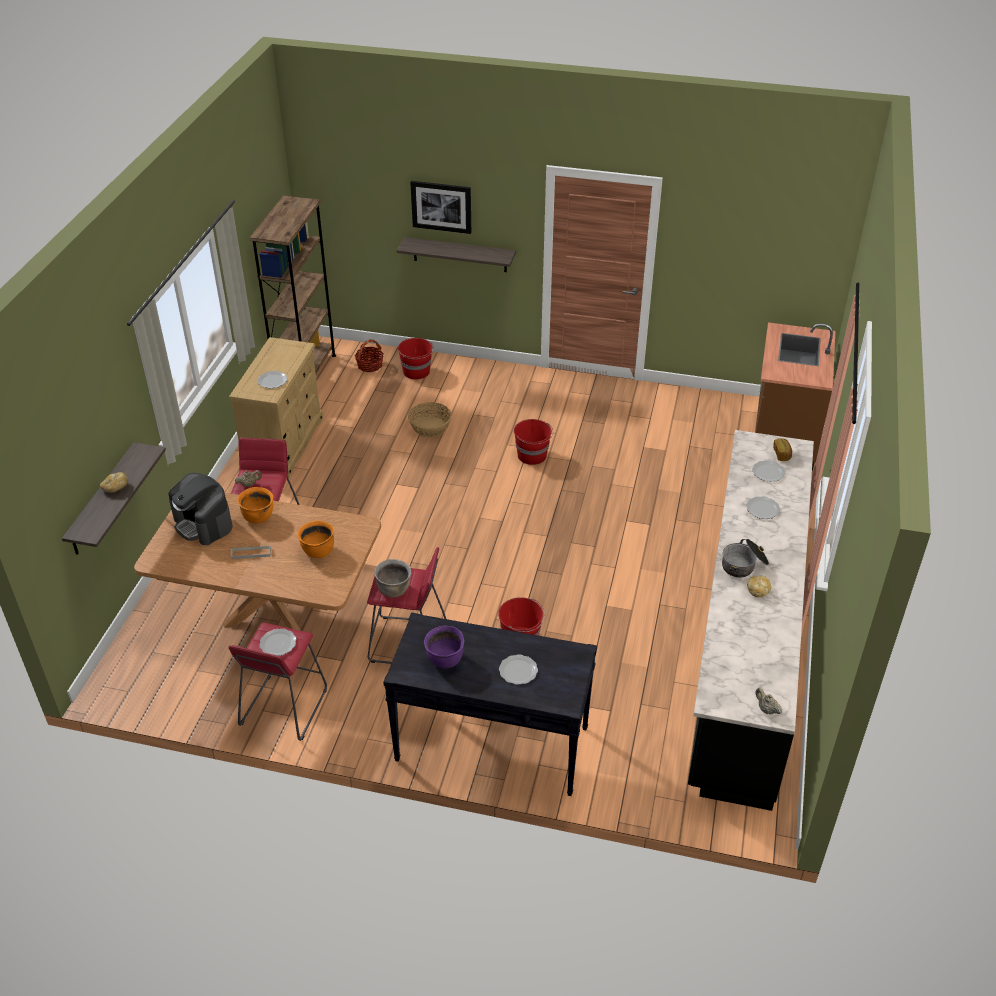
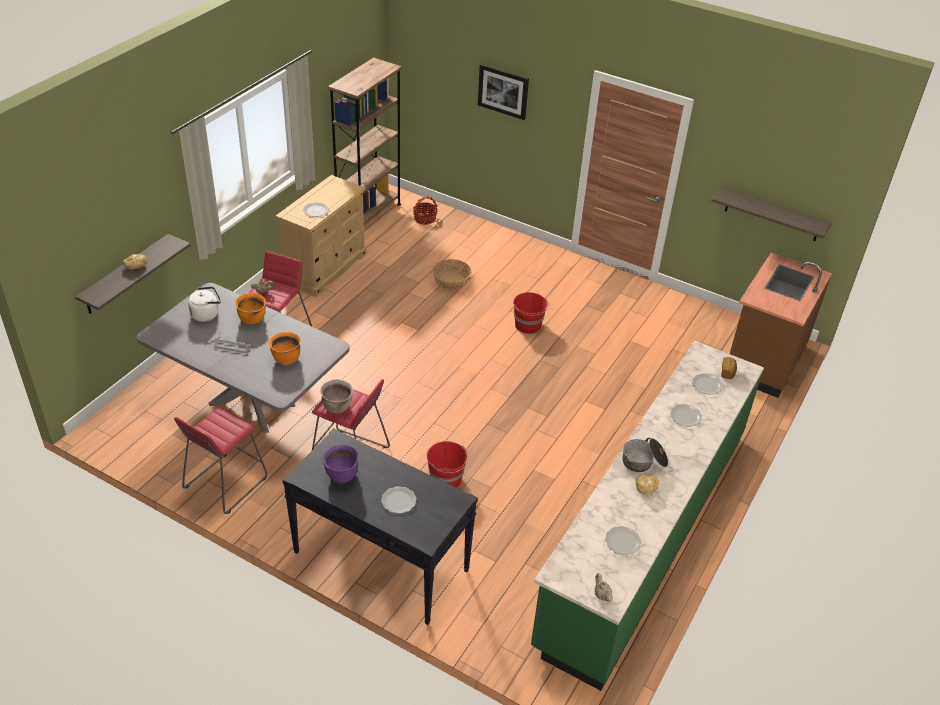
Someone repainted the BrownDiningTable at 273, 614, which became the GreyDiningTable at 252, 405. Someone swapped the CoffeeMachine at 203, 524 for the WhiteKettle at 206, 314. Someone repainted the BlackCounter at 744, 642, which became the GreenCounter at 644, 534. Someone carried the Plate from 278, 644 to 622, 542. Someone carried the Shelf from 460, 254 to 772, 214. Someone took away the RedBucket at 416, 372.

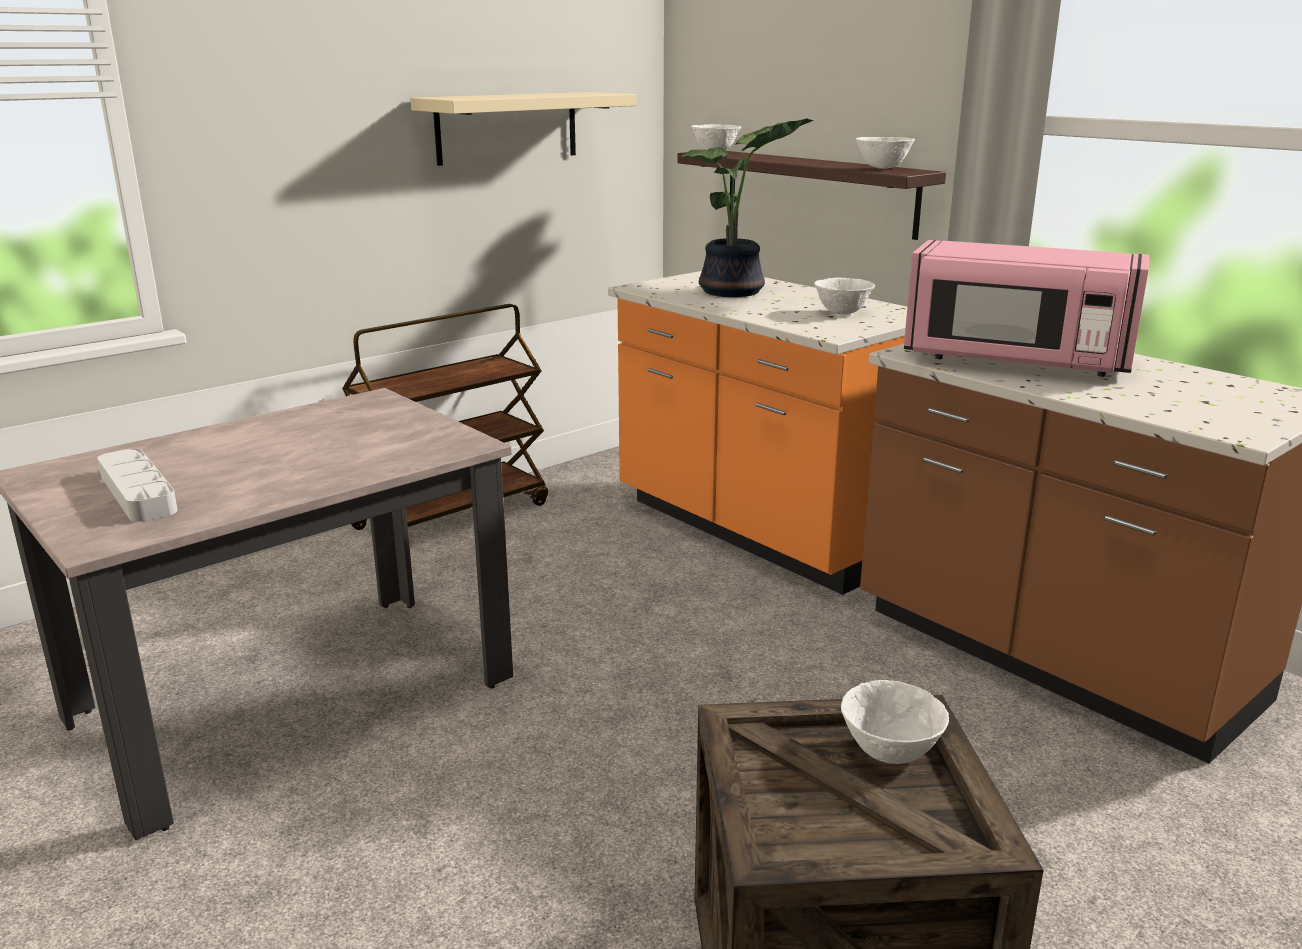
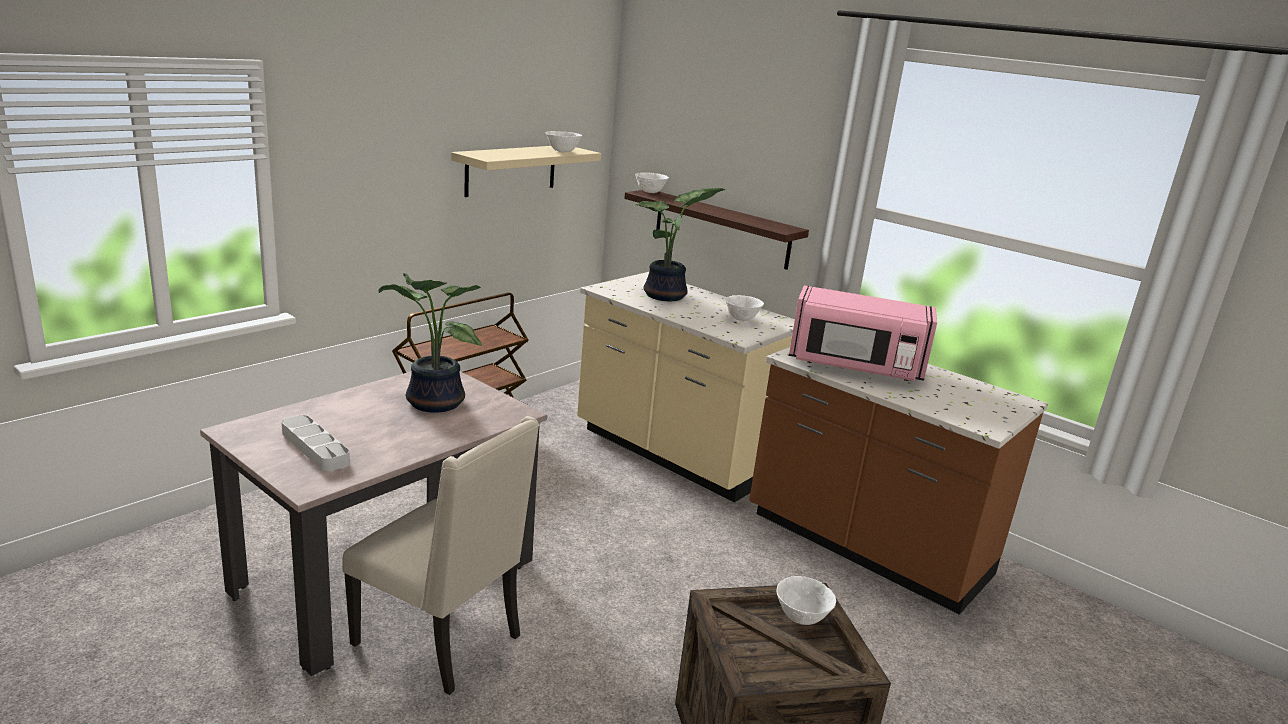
Someone put down the BeigeChair at 442, 640. Someone put down the PottedPlant at 431, 403. Someone carried the WhiteBowl from 882, 168 to 562, 152. Someone repainted the OrangeCounter at 759, 531, which became the BeigeCounter at 674, 454.

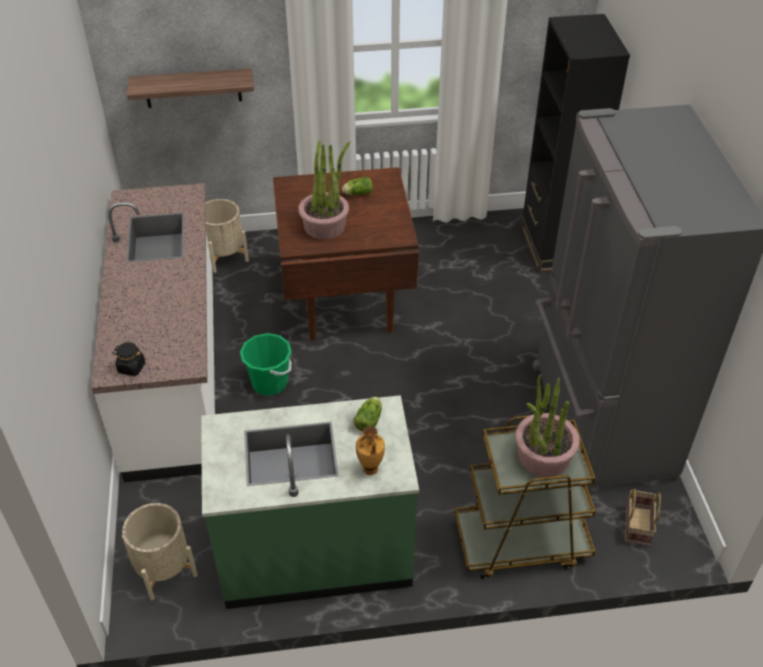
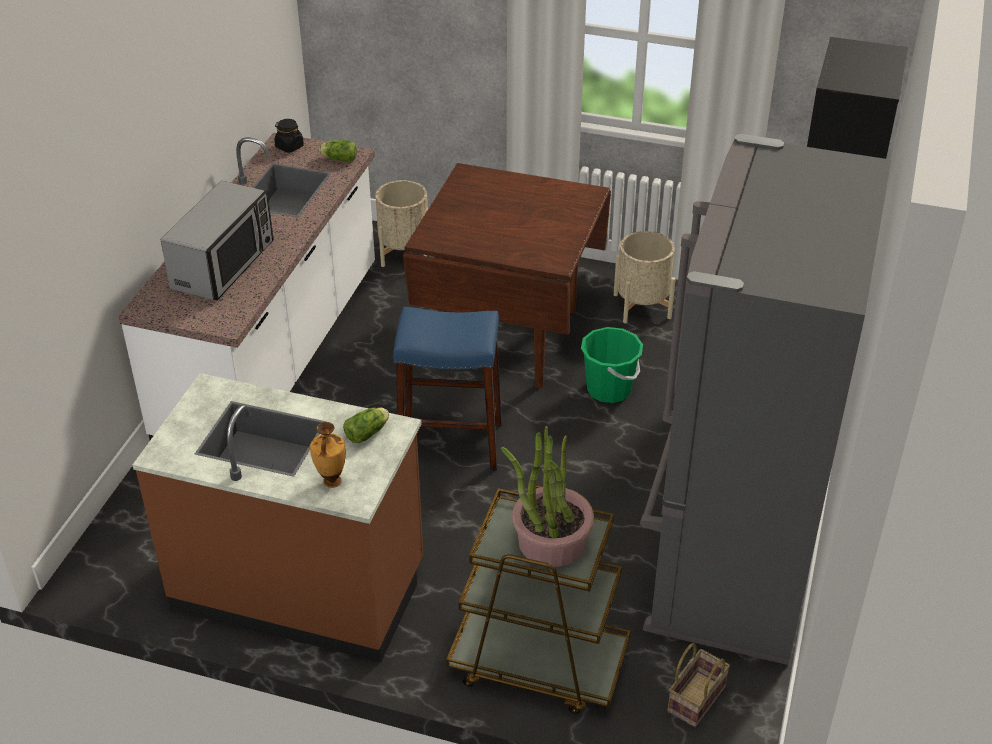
Someone repainted the GreenCounter at 315, 551, which became the BrownCounter at 300, 587. Someone put down the Microwave at 224, 265. Someone carried the BlackJar from 131, 367 to 289, 147. Someone carried the Lettuce from 357, 193 to 338, 159. Someone put down the BlueStool at 450, 443. Someone carried the GreenBucket from 269, 382 to 609, 389. Someone carried the BeigePlanter from 164, 569 to 642, 306. Someone took away the Shelf at 193, 88. Someone took away the PottedPlant at 325, 225.

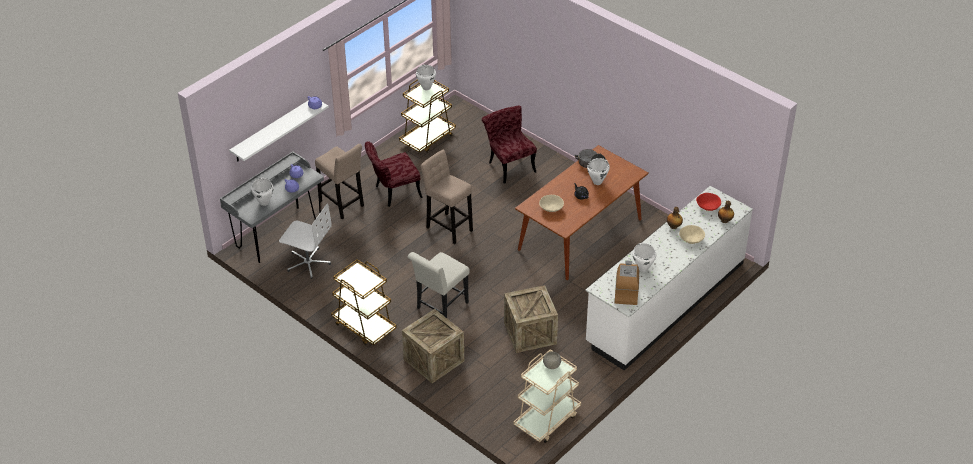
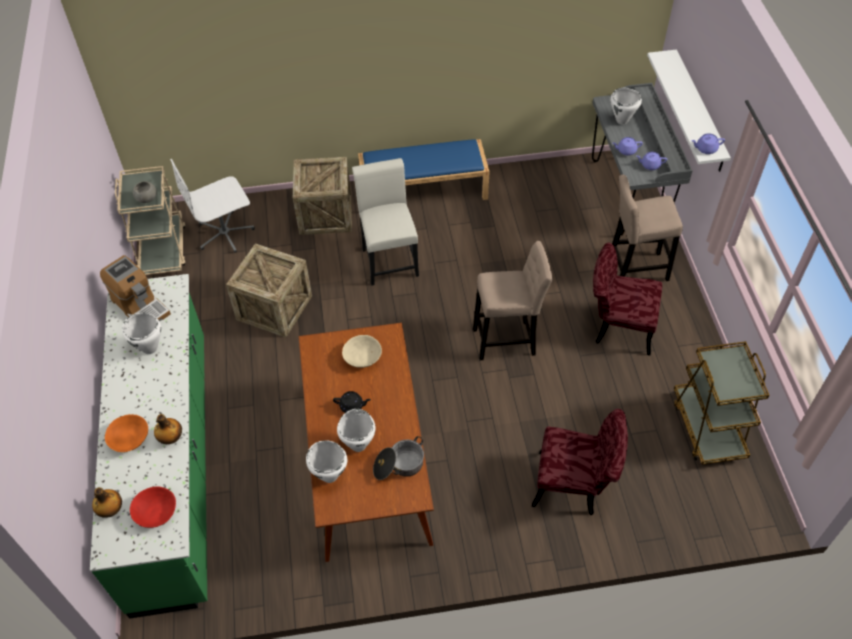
Someone repainted the WhiteCounter at 665, 303, which became the GreenCounter at 173, 466. Someone repainted the BeigeBowl at 691, 239, which became the OrangeBowl at 130, 439. Someone carried the WhiteOfficeChair from 308, 263 to 225, 233. Someone carried the WhiteCookingPot from 426, 88 to 329, 475. Someone swapped the BrownCart at 364, 326 for the BlueBench at 424, 190. Someone rotated the RedChair at 393, 193 by 90 degrees counterclockwise.

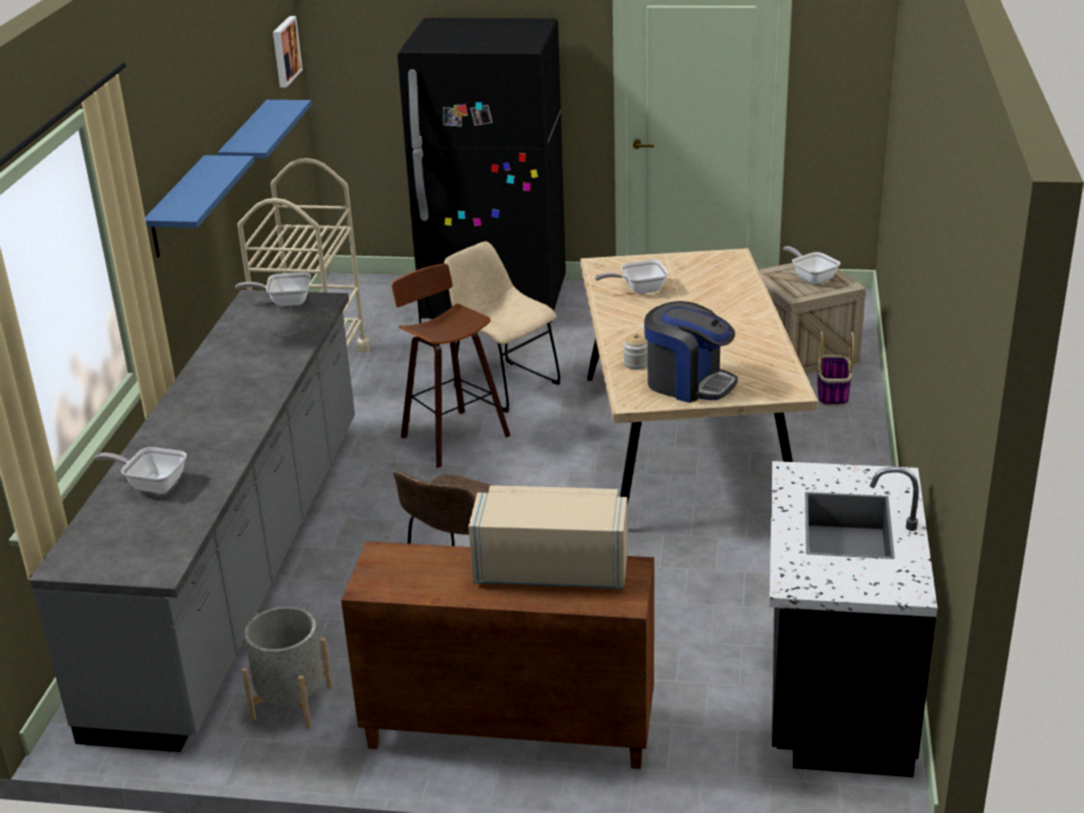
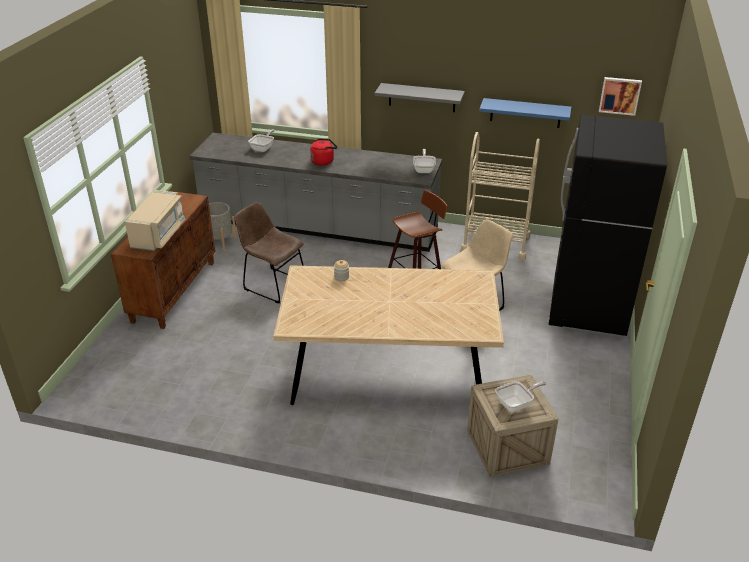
Someone put down the RedKettle at 323, 161. Someone repainted the BlueShelf at 178, 207, which became the GreyShelf at 422, 97. Someone took away the FryingPan at 638, 289. Someone took away the CoffeeMachine at 688, 383. Someone took away the BlackCounter at 834, 693. Someone took away the Basket at 833, 394.

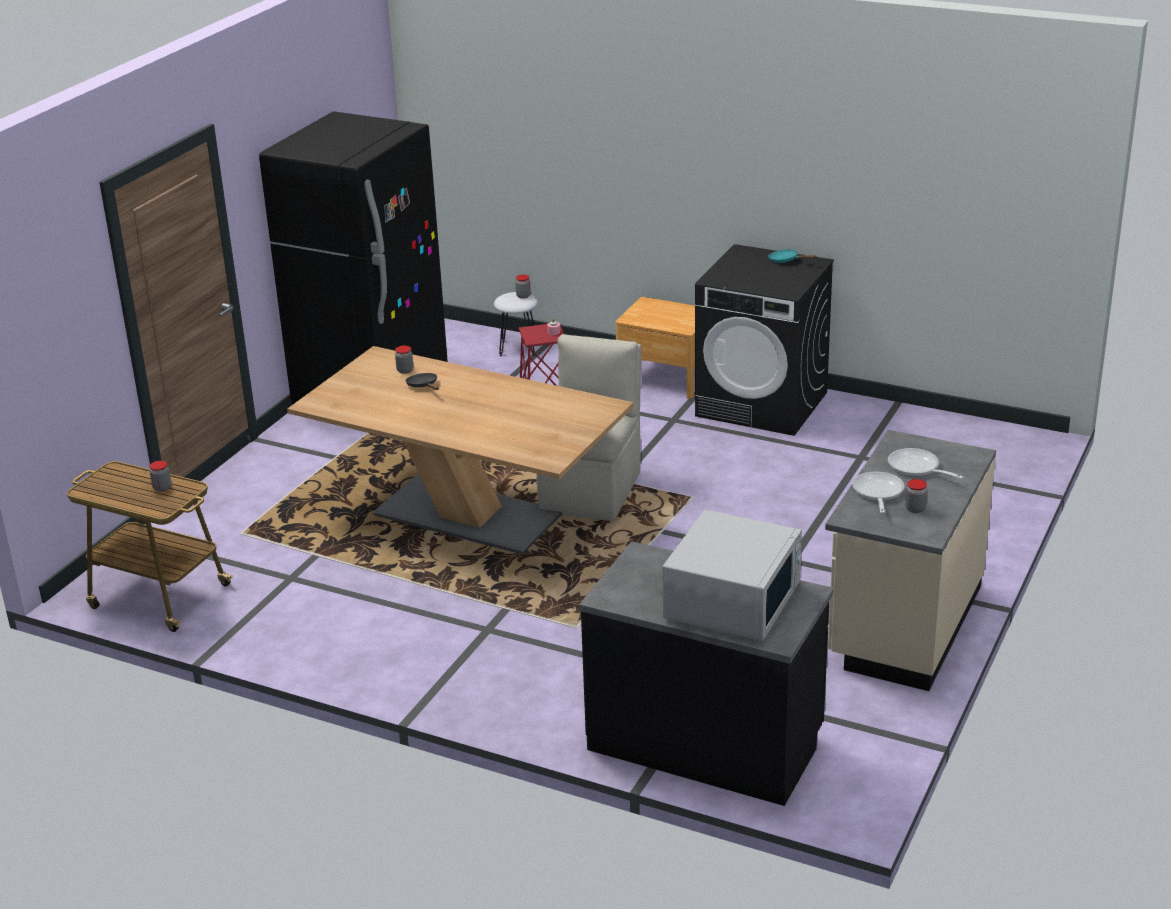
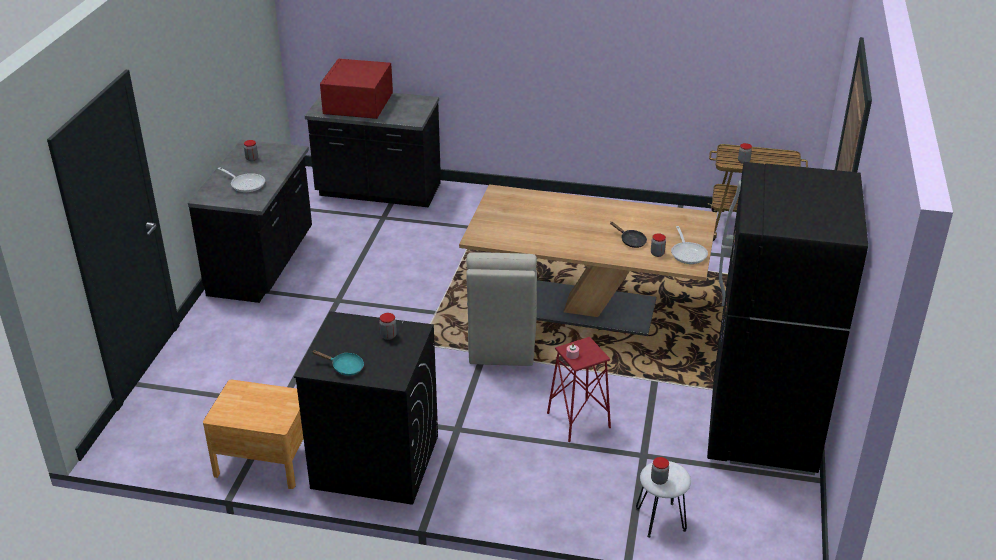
Someone repainted the BeigeCounter at 903, 624, which became the BlackCounter at 263, 265. Someone carried the BrownNightstand from 666, 377 to 265, 460. Someone repainted the WhiteMicrowave at 733, 600, which became the RedMicrowave at 358, 104. Someone put down the Jar at 388, 336. Someone carried the FryingPan from 877, 493 to 688, 253.

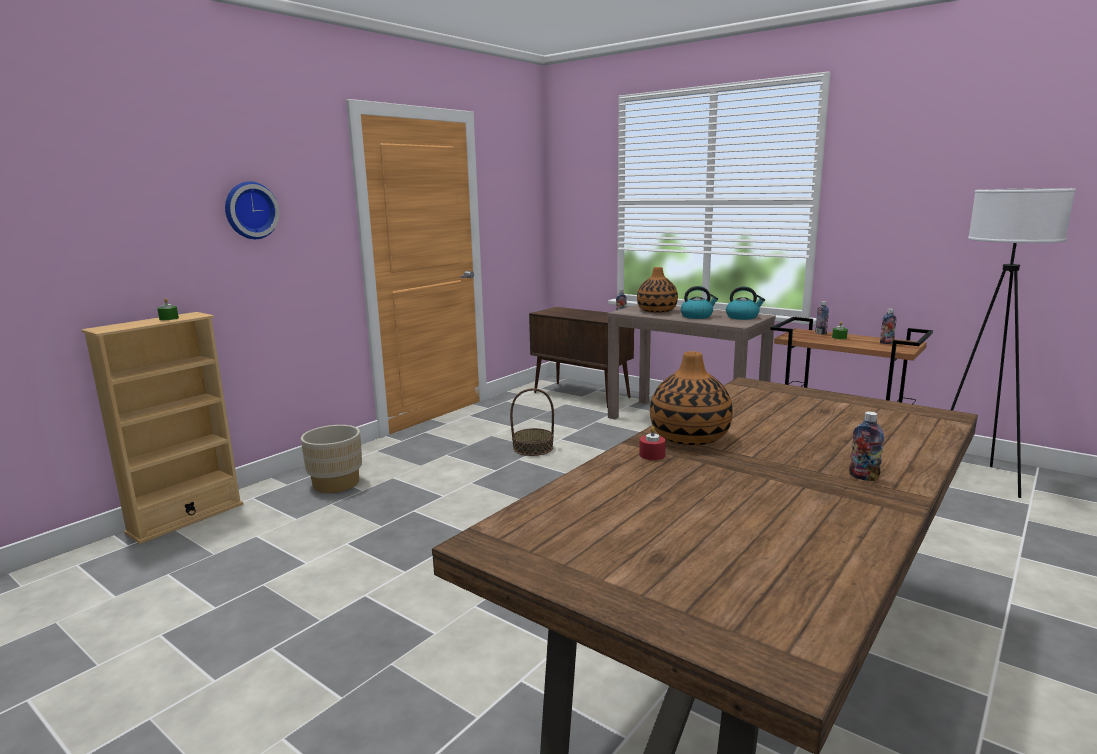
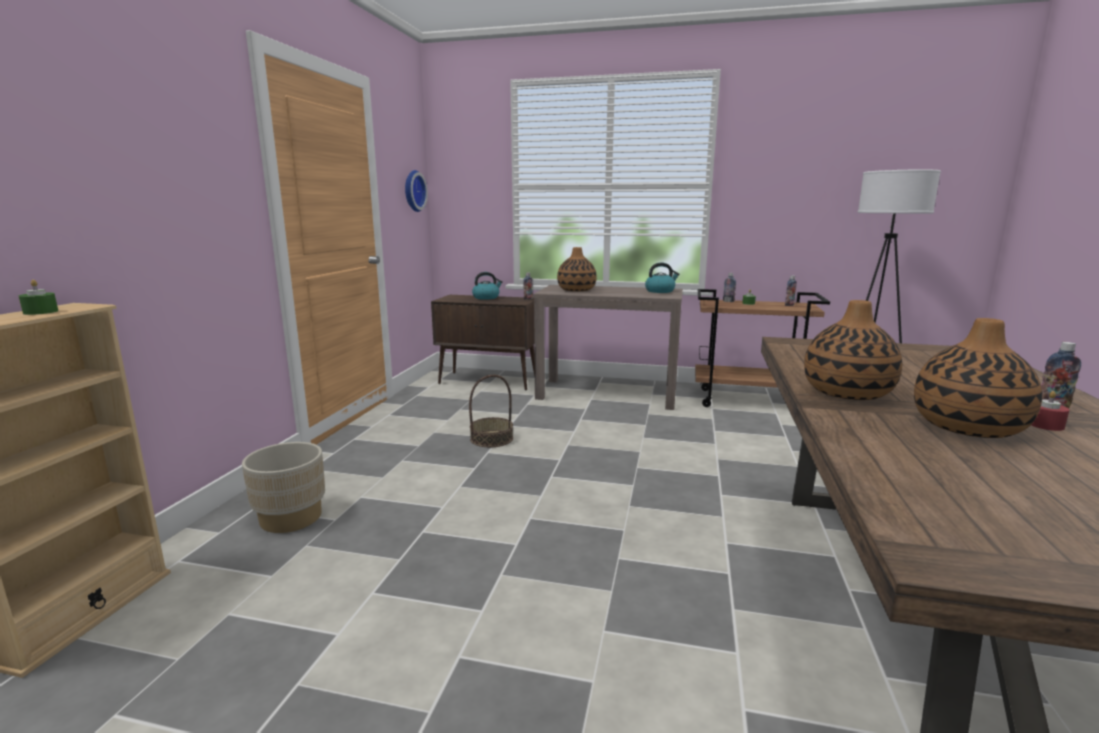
Someone carried the WallClock from 250, 210 to 412, 191. Someone carried the Kettle from 697, 316 to 486, 297. Someone put down the Vase at 968, 427. Someone carried the RedCandle from 652, 455 to 1045, 425.

